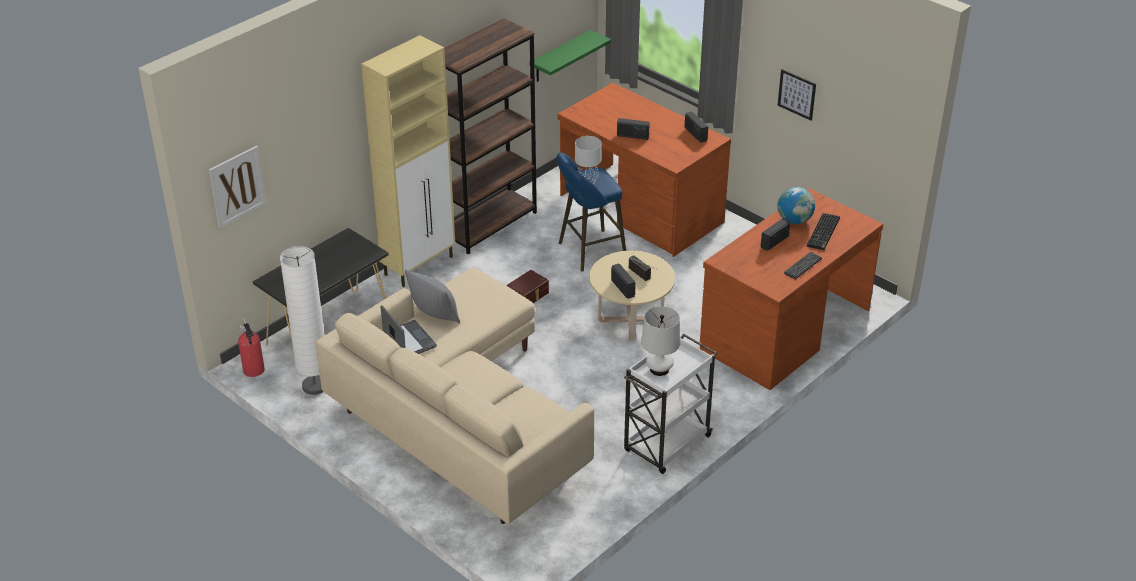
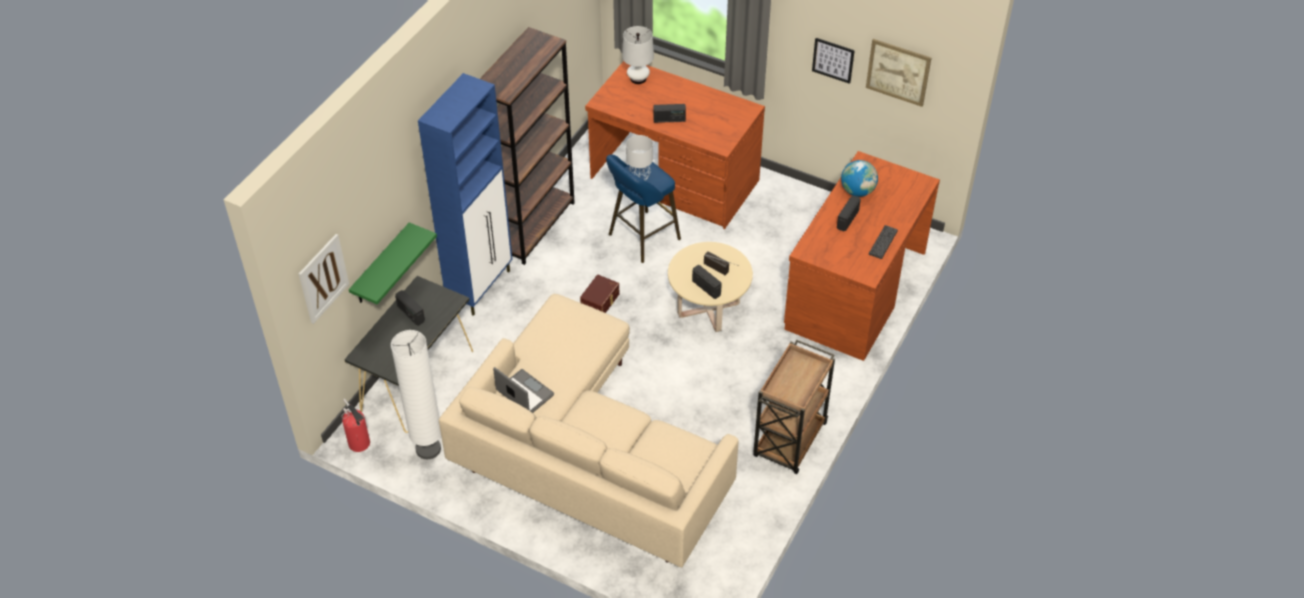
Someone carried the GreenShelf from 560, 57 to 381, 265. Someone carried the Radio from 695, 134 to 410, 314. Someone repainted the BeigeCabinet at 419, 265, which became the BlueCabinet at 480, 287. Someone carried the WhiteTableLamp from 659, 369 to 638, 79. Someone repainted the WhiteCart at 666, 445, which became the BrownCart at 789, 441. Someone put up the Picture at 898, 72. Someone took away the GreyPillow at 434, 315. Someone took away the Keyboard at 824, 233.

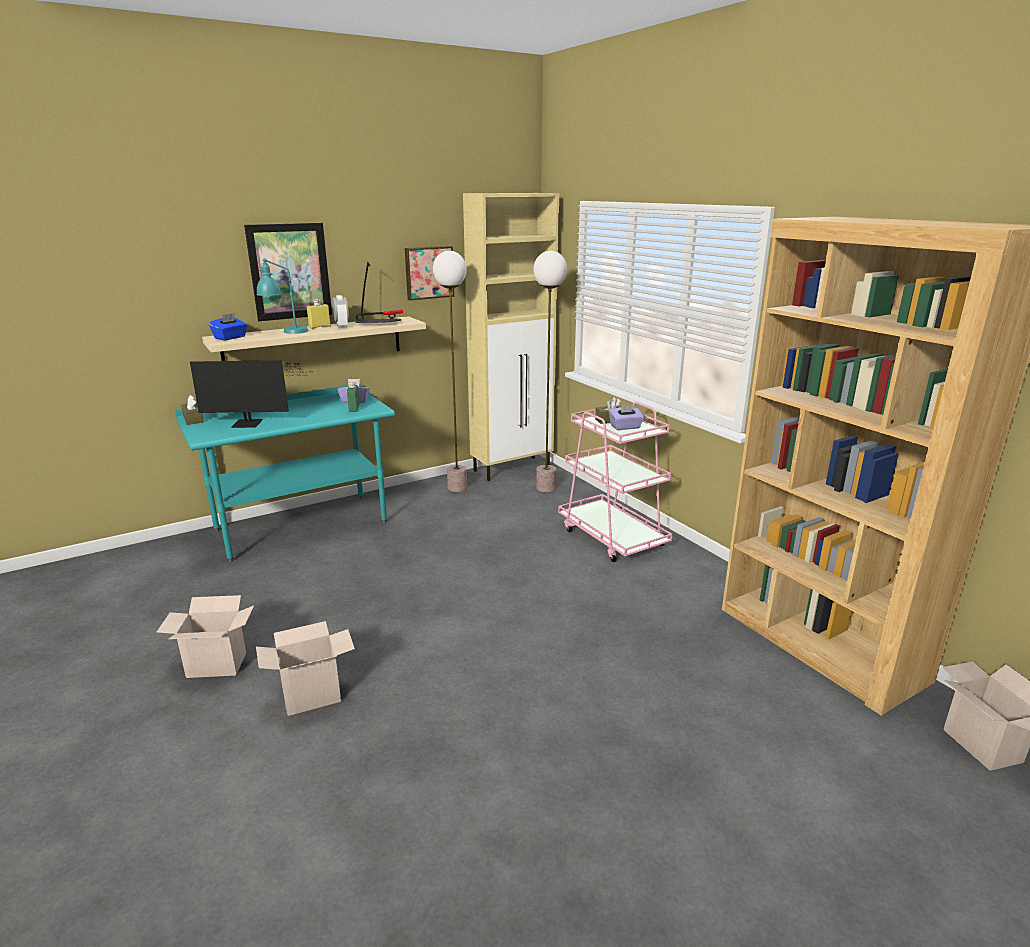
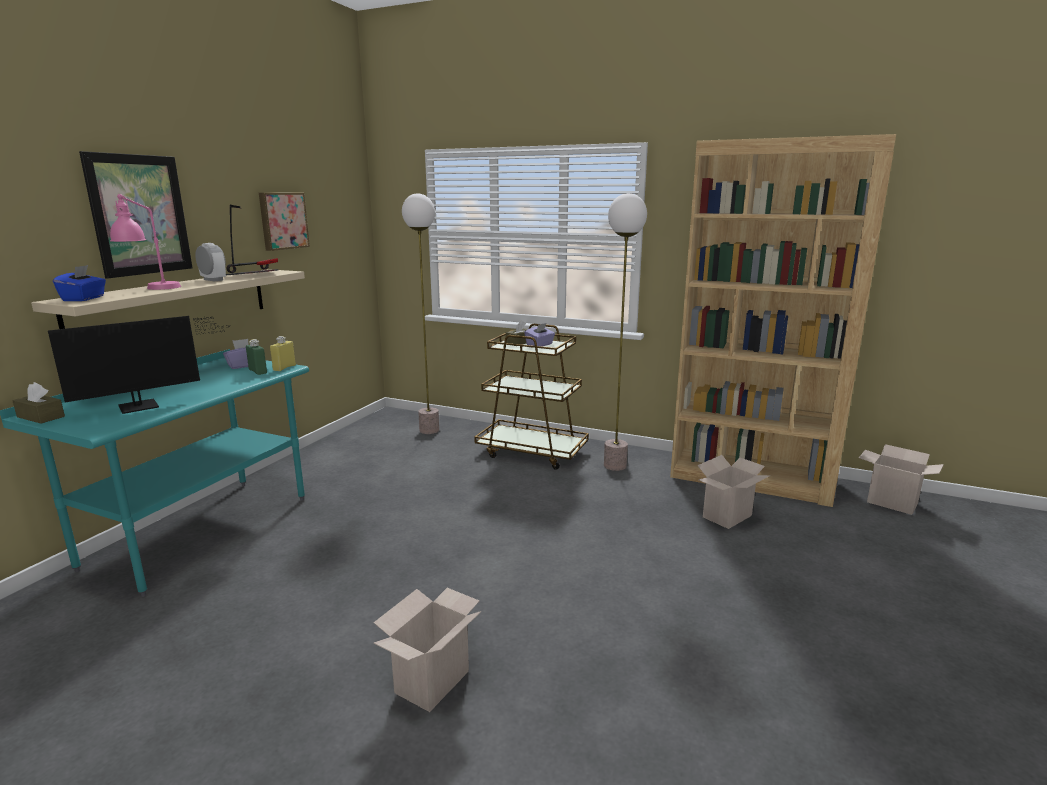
Someone repainted the TurquoiseTableLamp at 285, 332, which became the PinkTableLamp at 151, 289. Someone carried the YellowBottle from 319, 327 to 284, 368. Someone repainted the PinkCart at 612, 537, which became the BrownCart at 532, 452. Someone carried the FloorLamp from 457, 488 to 615, 465. Someone carried the CardboardBox from 214, 666 to 727, 517. Someone took away the BeigeCabinet at 513, 468.

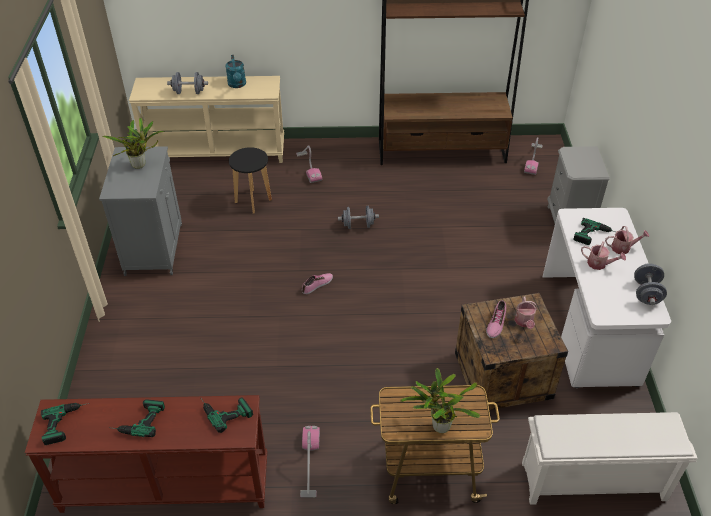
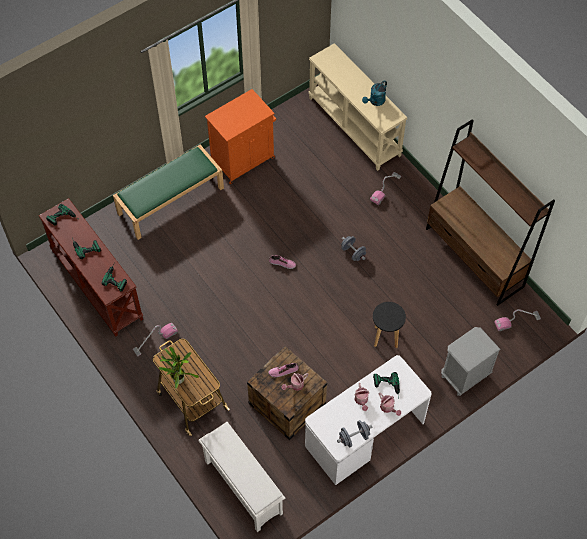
Someone put down the GreenBench at 171, 200. Someone repainted the GreyCabinet at 154, 248, which became the OrangeCabinet at 243, 159. Someone carried the BlackStool from 253, 201 to 386, 337. Someone took away the PottedPlant at 141, 165. Someone took away the GreyDumbbell at 189, 92.

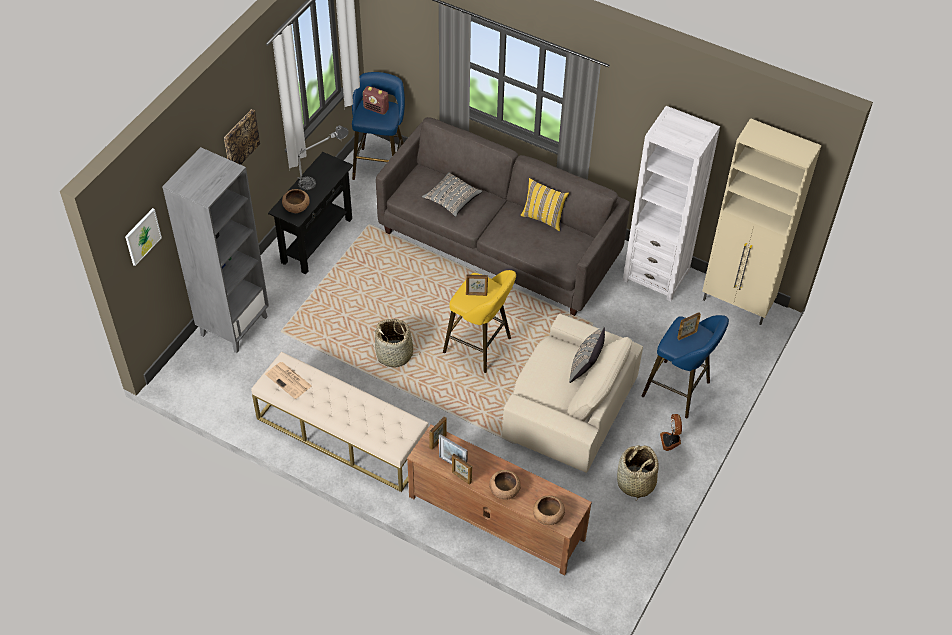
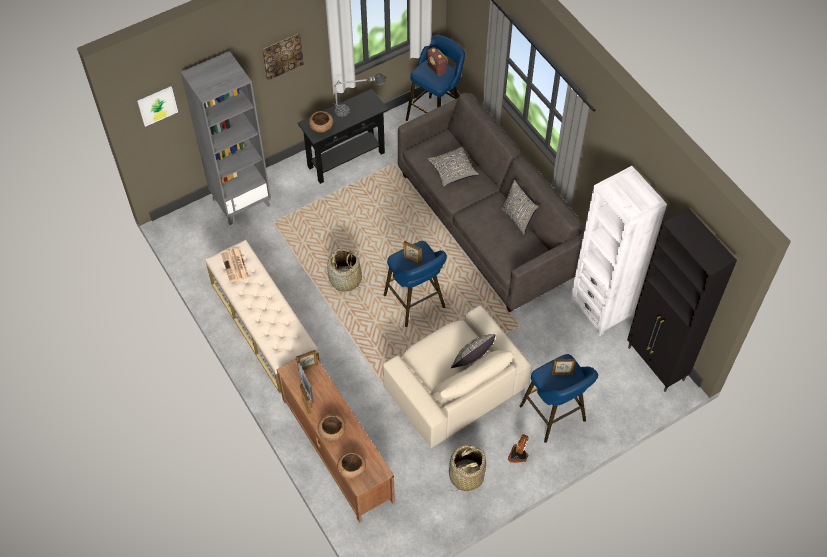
Someone repainted the YellowStool at 480, 347, which became the BlueStool at 416, 304. Someone repainted the YellowPillow at 543, 218, which became the GreyPillow at 518, 218. Someone repainted the BeigeCabinet at 737, 304, which became the BlackCabinet at 656, 364.

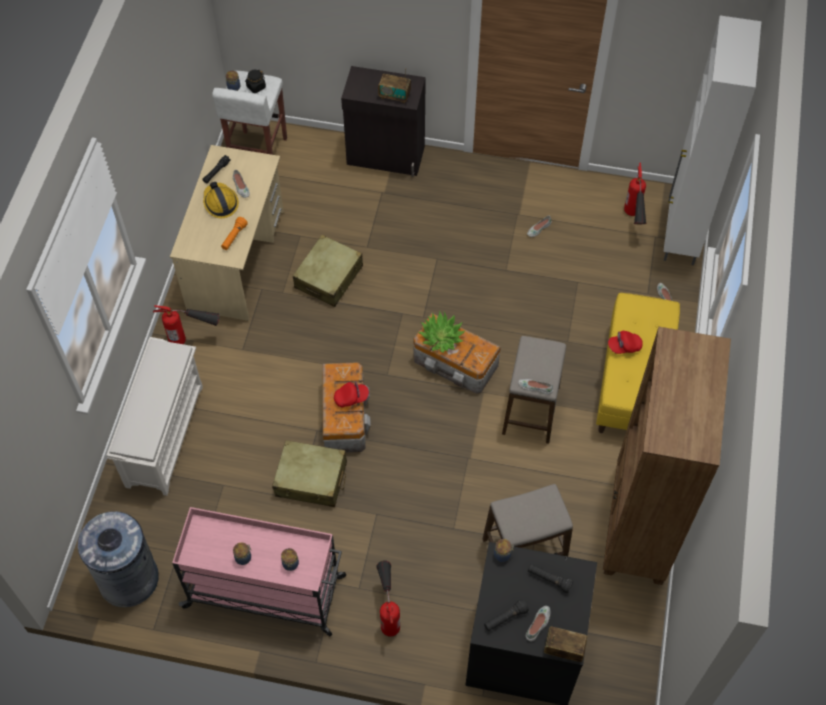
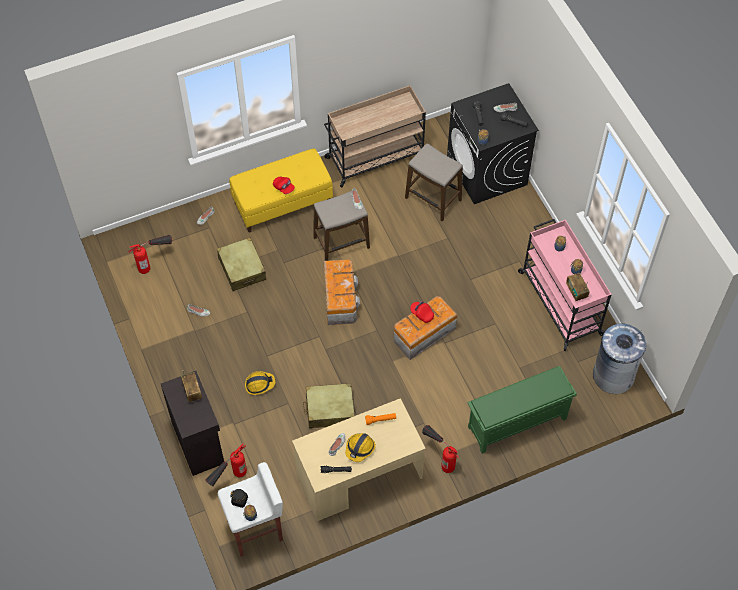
Someone carried the FireExtinguisher from 388, 610 to 229, 479. Someone carried the BeigeSuitcase from 311, 479 to 242, 269. Someone put down the HardHat at 259, 384. Someone swapped the BrownBookcase at 637, 526 for the BeigeCart at 375, 157. Someone repainted the WhiteShoeRack at 164, 434, which became the GreenShoeRack at 516, 424. Someone carried the Radio from 563, 649 to 576, 291. Someone took away the PottedPlant at 441, 337. Someone took away the WhiteCabinet at 681, 235.

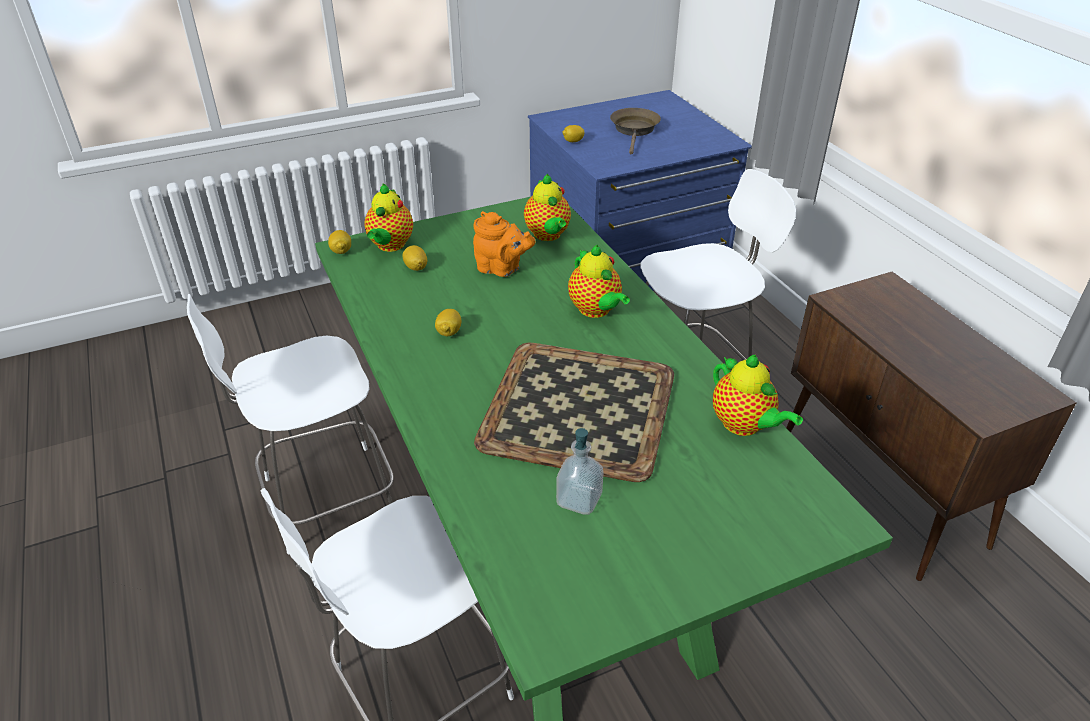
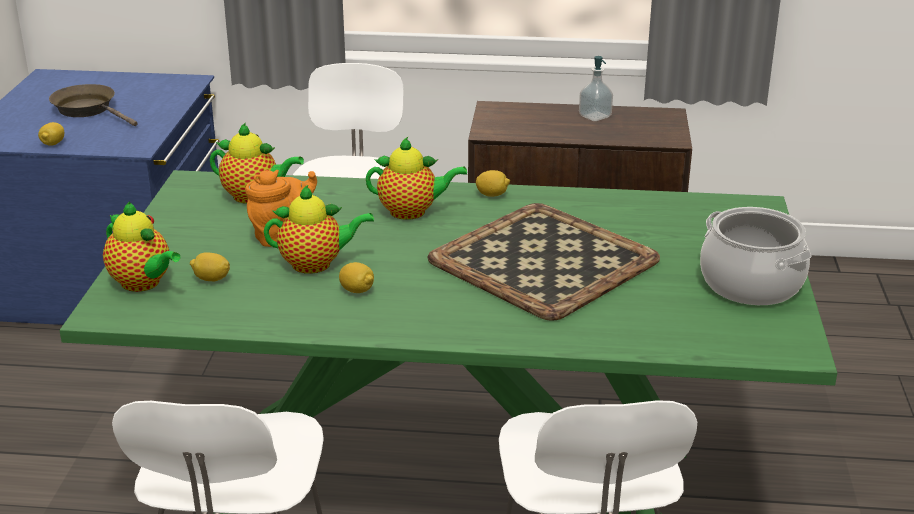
Someone carried the Teapot from 744, 425 to 316, 264. Someone carried the Lemon from 341, 251 to 492, 195. Someone carried the SoapDispenser from 579, 500 to 595, 116. Someone put down the CookingPot at 750, 284.

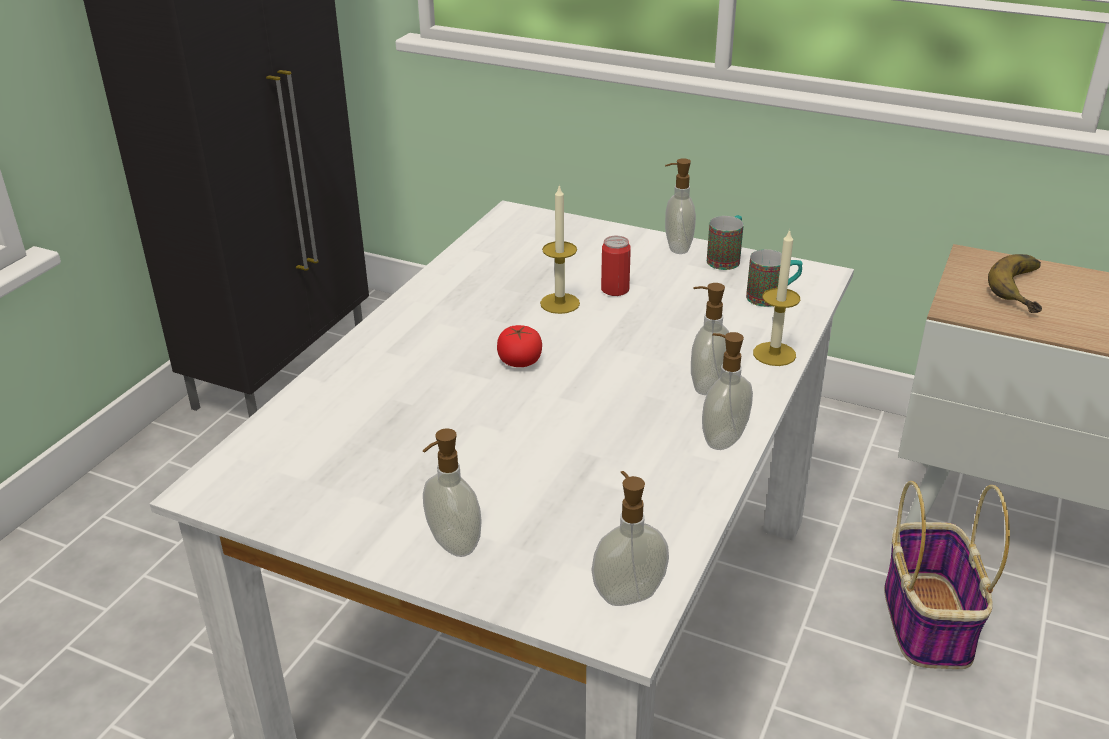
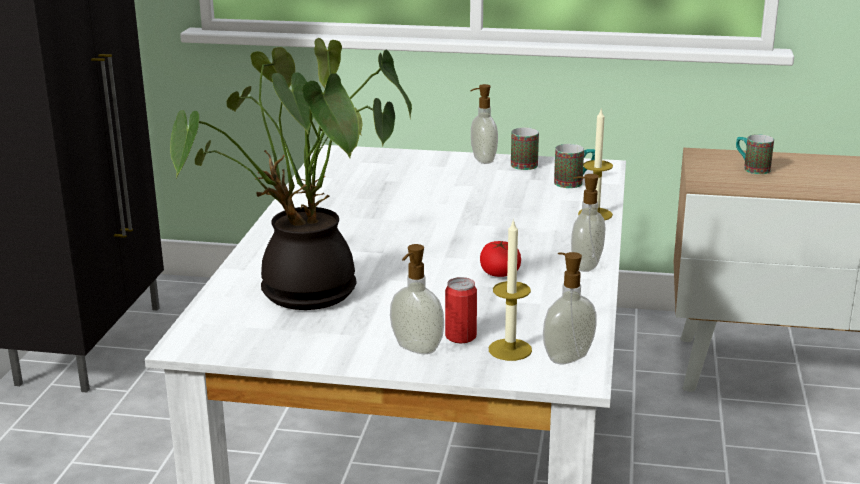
Someone put down the PottedPlant at 303, 295. Someone carried the Can from 615, 289 to 460, 336. Someone carried the Tomato from 520, 361 to 500, 272. Someone carried the Candle from 560, 303 to 510, 349. Someone swapped the Banana at 1028, 289 for the Mug at 751, 168. Someone took away the SoapDispenser at 706, 385. Someone took away the Basket at 926, 620.

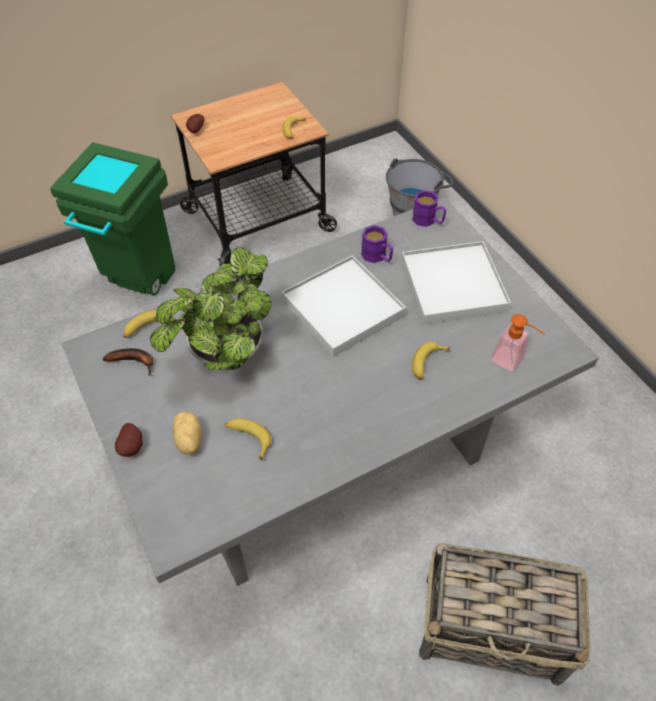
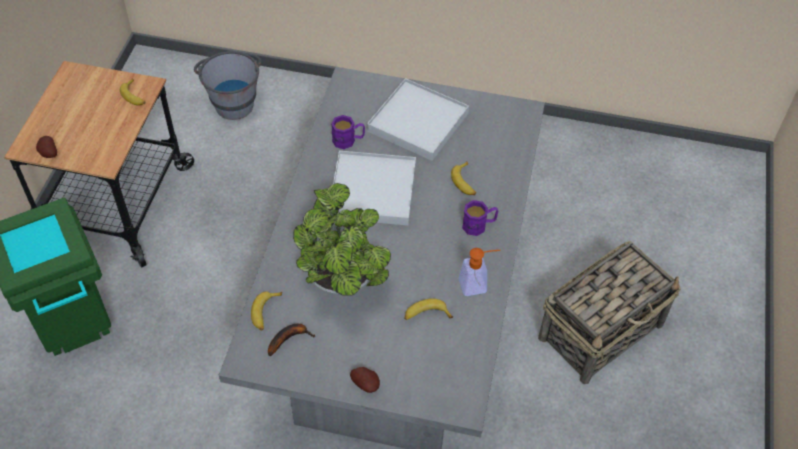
Someone carried the SoapDispenser from 512, 362 to 478, 284. Someone carried the PurpleMug from 428, 220 to 479, 225. Someone took away the Potato at 188, 440.

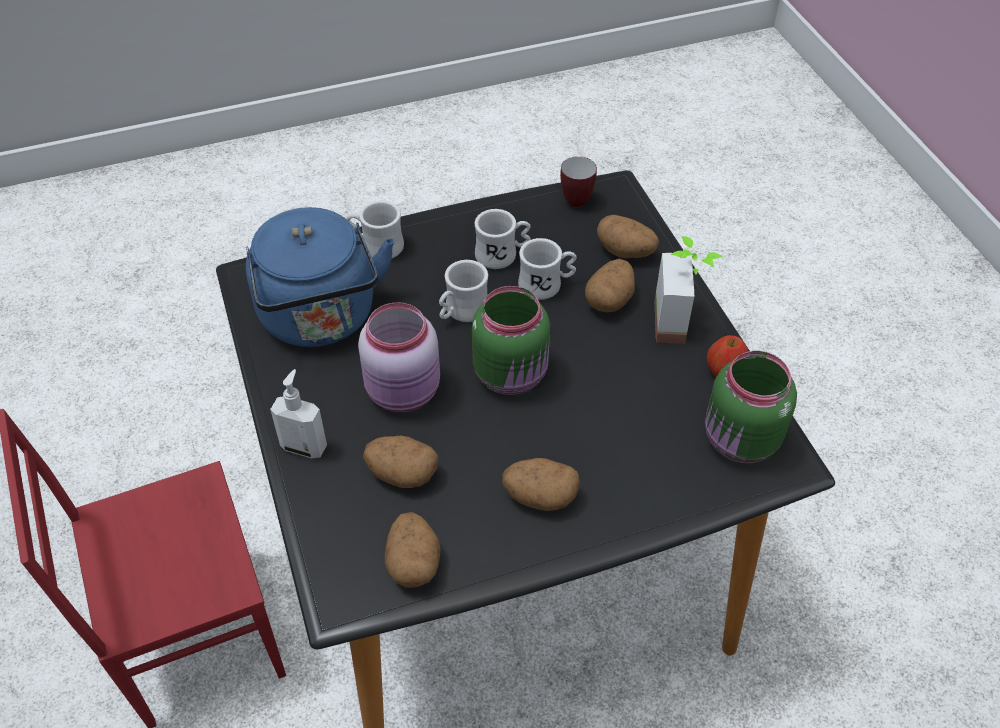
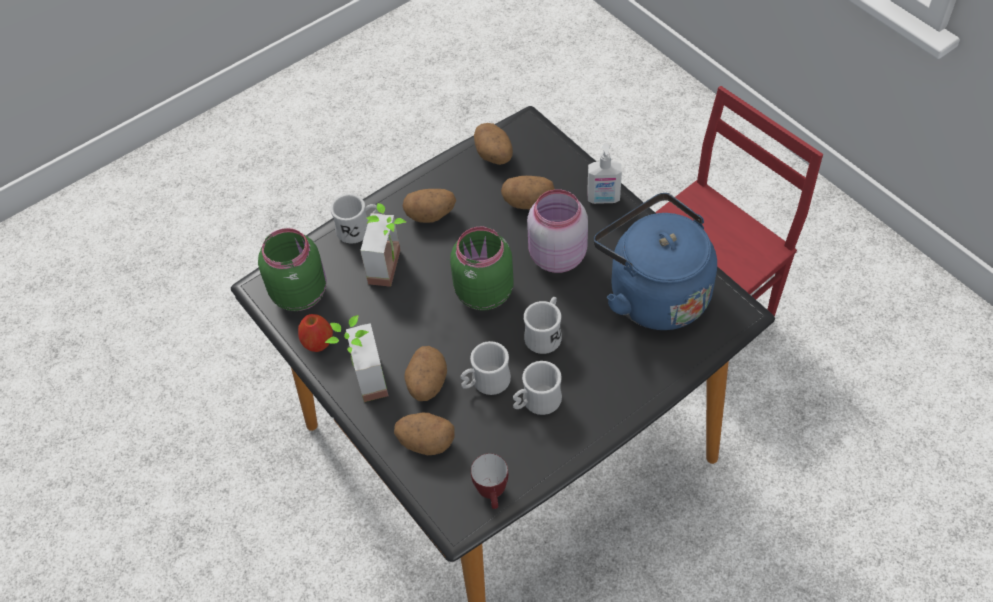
Someone carried the WhiteMug from 376, 247 to 359, 230. Someone put down the PottedPlant at 394, 267.

